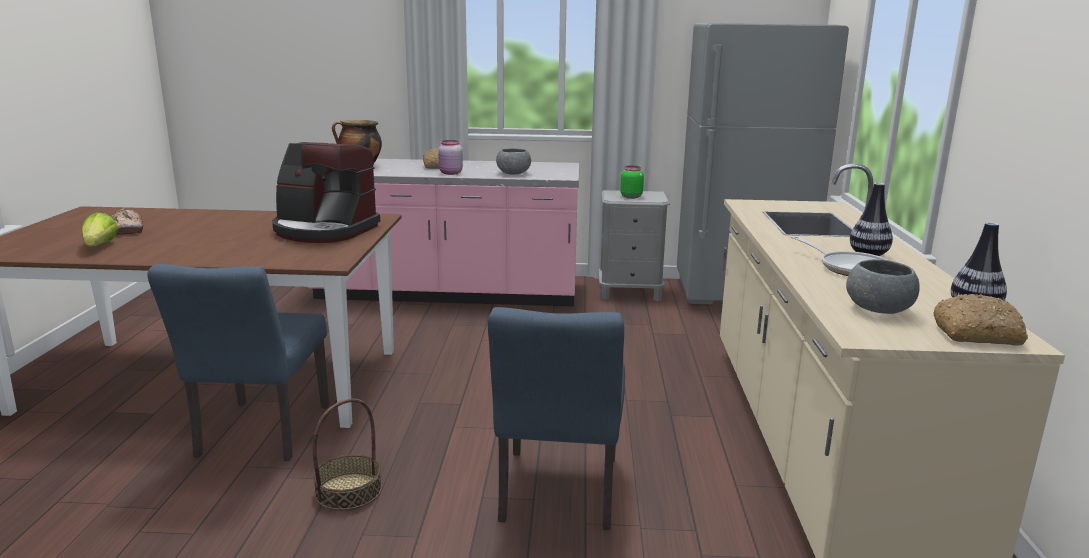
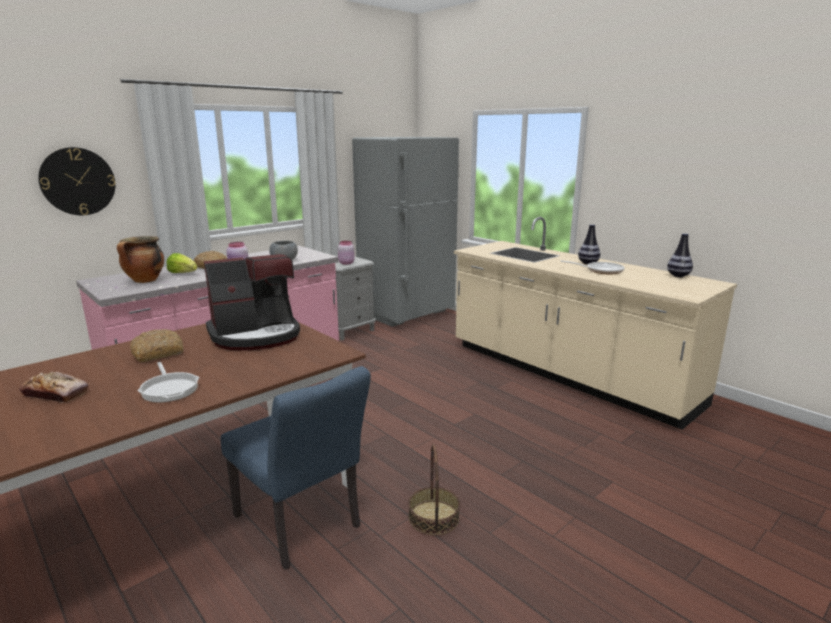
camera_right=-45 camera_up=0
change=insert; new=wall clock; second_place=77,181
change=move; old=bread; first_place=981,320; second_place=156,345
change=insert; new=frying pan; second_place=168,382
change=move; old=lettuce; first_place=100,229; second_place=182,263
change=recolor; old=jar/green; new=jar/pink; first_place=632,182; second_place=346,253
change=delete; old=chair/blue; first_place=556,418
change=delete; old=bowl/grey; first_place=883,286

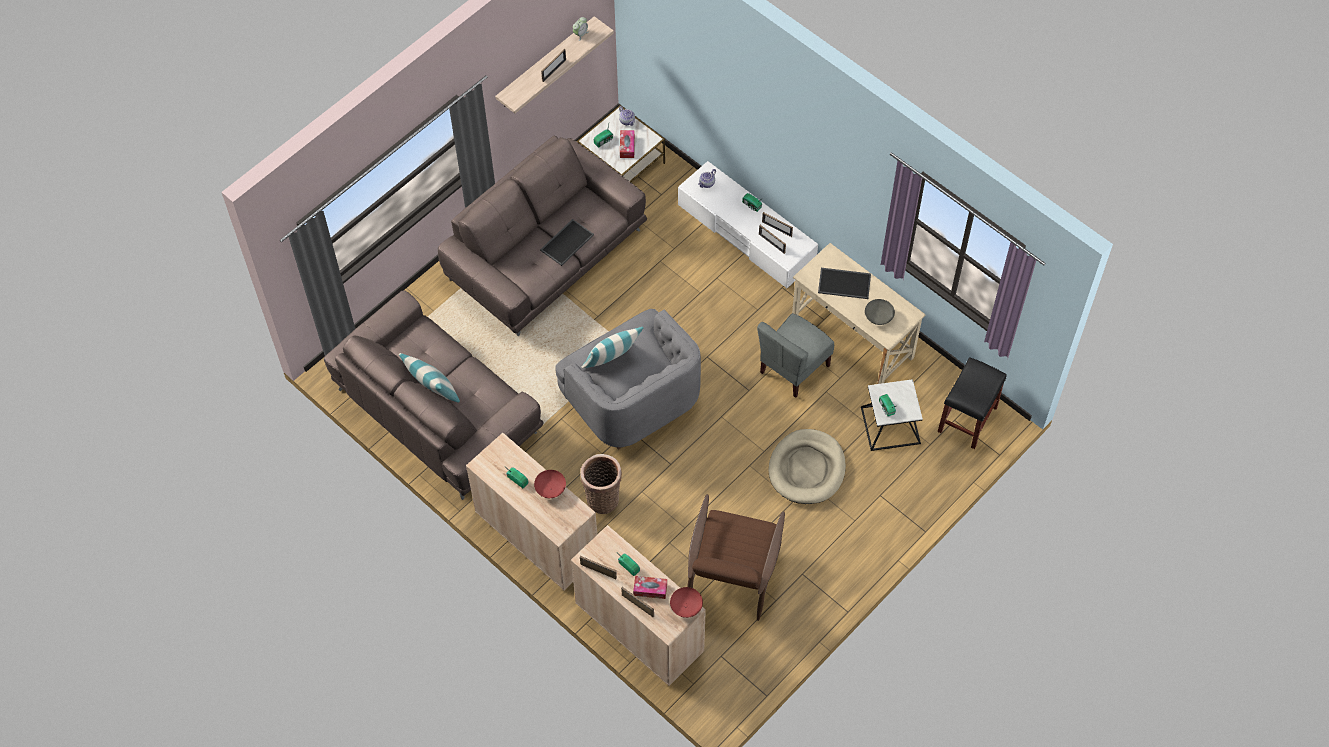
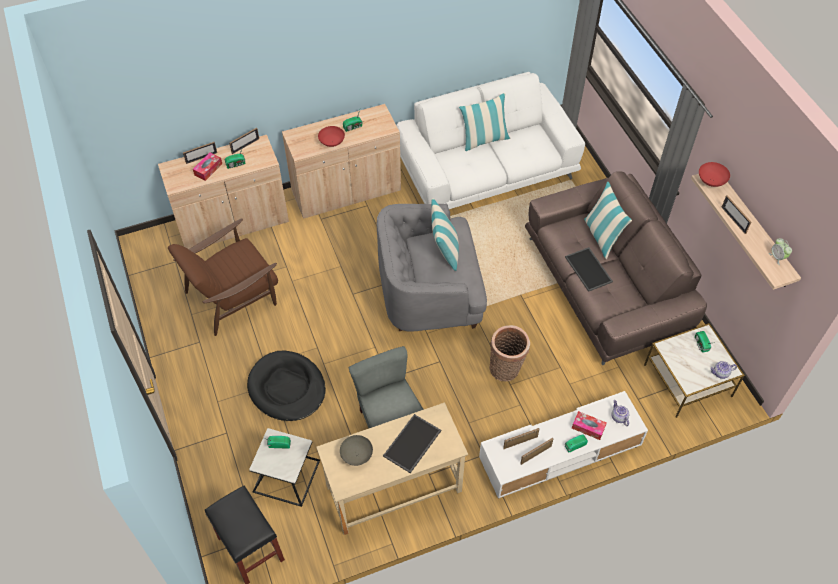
camera_right=115 camera_up=-5
change=rotate; old=armchair/brown; first_place=736,557; second_place=223,277; degrees=-75
change=recolor; old=dog bed/beige; new=dog bed/black; first_place=807,466; second_place=286,386
change=recolor; old=sofa/brown; new=sofa/white; first_place=434,395; second_place=491,140
change=move; old=basket; first_place=601,484; second_place=509,353
change=move; old=tissue box; first_place=627,144; second_place=589,425
change=insert; new=pillow; second_place=608,220
change=move; old=bowl/red; first_place=686,602; second_place=714,174

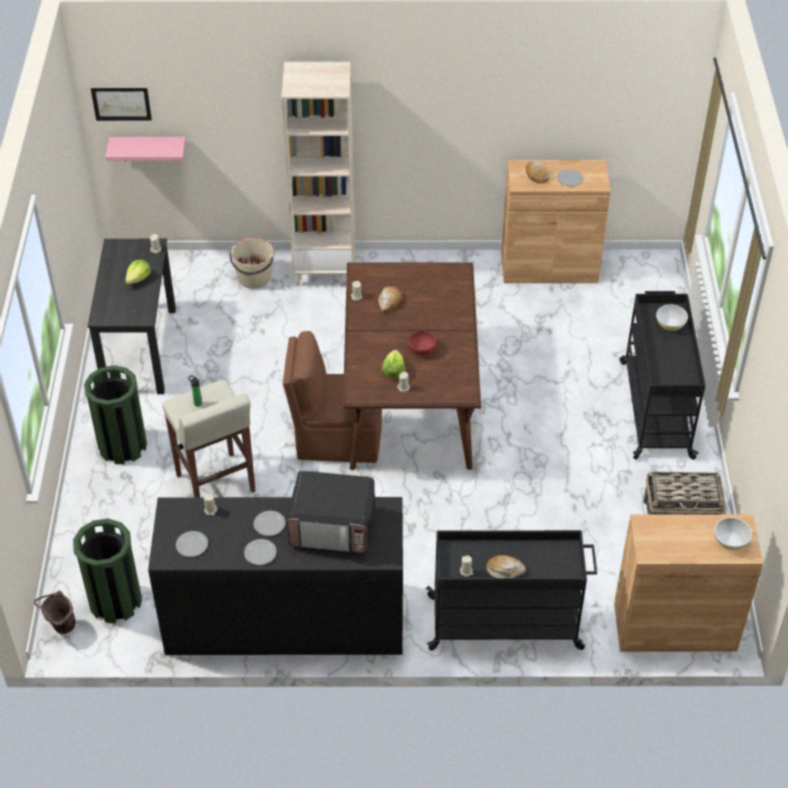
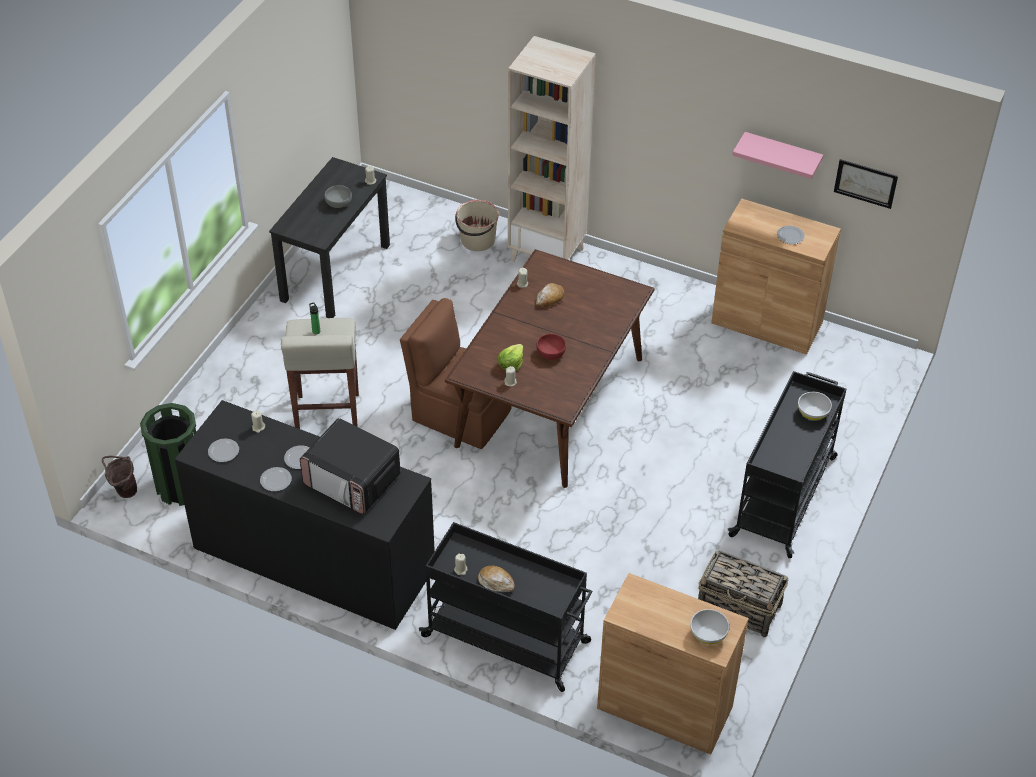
camera_right=25 camera_up=0
change=replace; old=lettuce; new=bowl/grey; first_place=138,272; second_place=338,196
change=move; old=shelf/pink; first_place=145,149; second_place=777,155
change=move; old=picture; first_place=121,104; second_place=866,184
change=delete; old=trash can/green; first_place=115,414
change=delete; old=bread; first_place=538,172

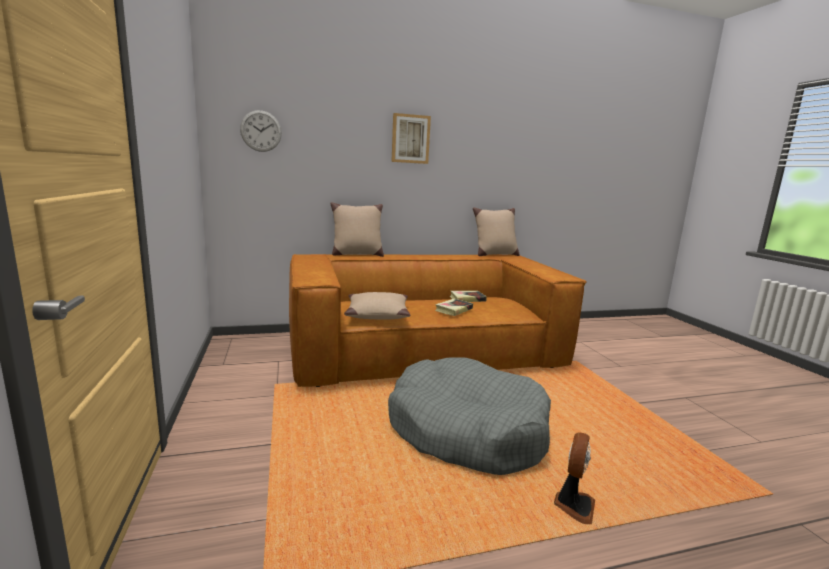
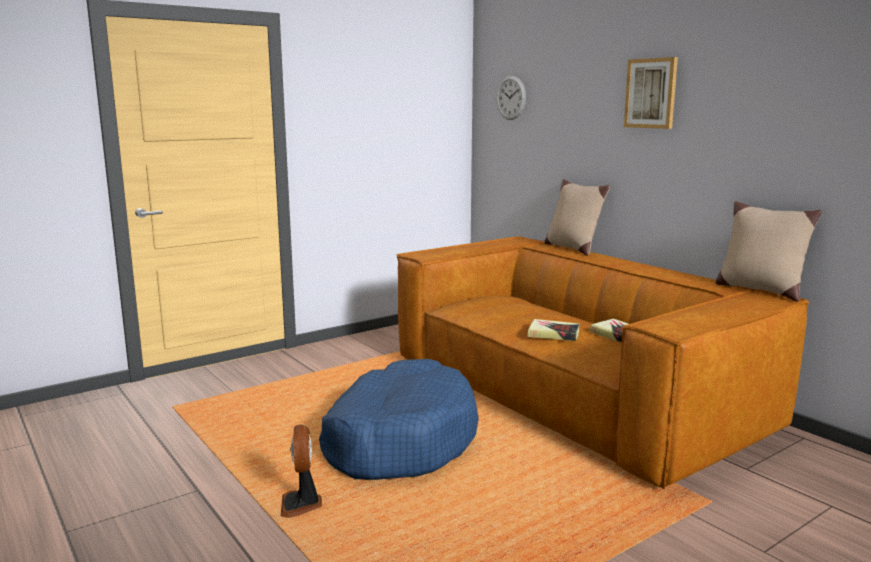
camera_right=70 camera_up=0
change=rotate; old=fan; first_place=574,478; second_place=301,471; degrees=75
change=recolor; old=dog bed/grey; new=dog bed/blue; first_place=469,416; second_place=399,419
change=delete; old=pillow/beige; first_place=377,306

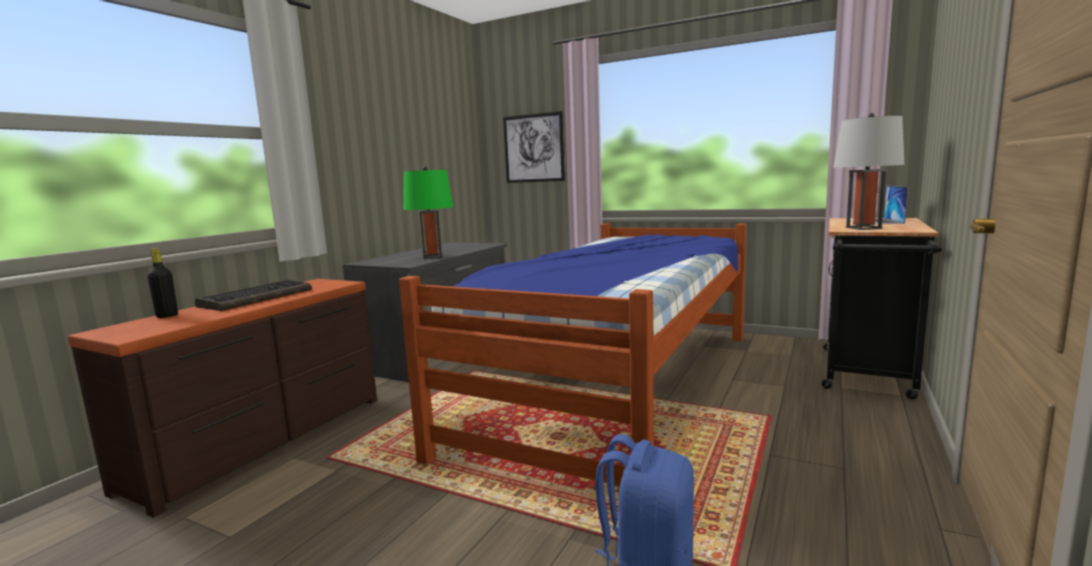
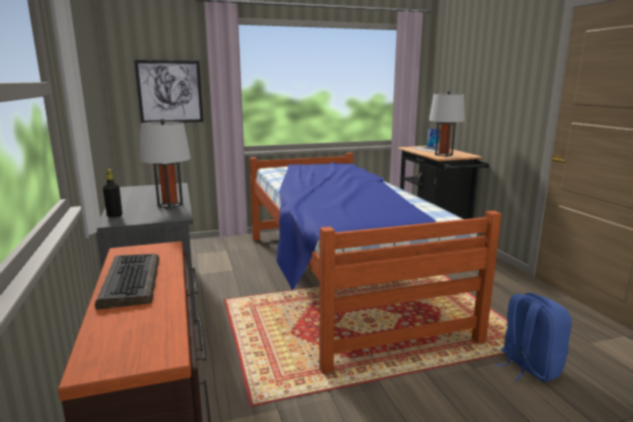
camera_right=-45 camera_up=5
change=move; old=bottle/black; first_place=162,283; second_place=112,193
change=recolor; old=table lamp/green; new=table lamp/grey; first_place=428,212; second_place=166,164

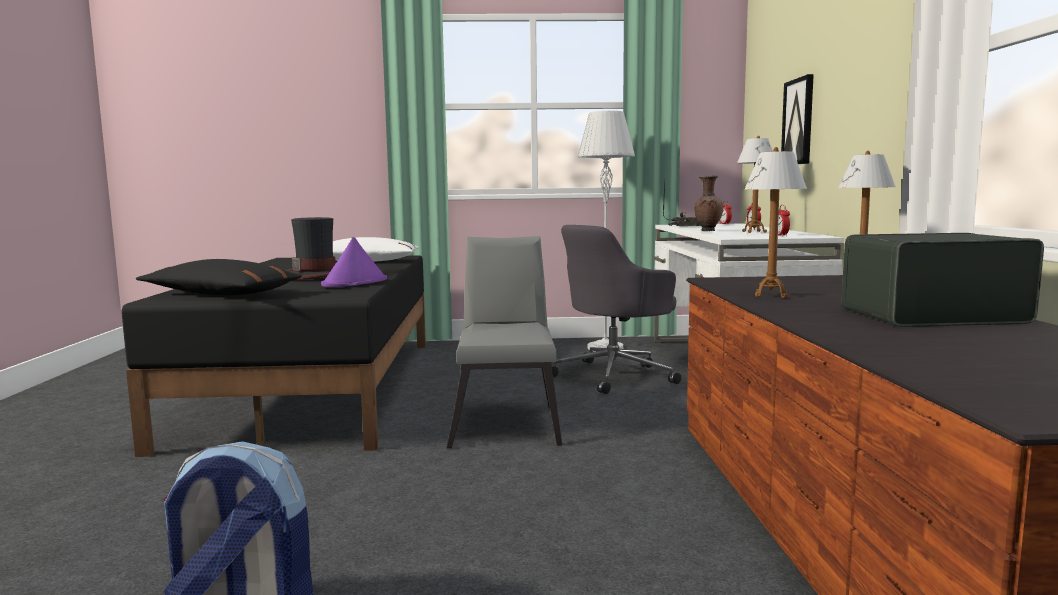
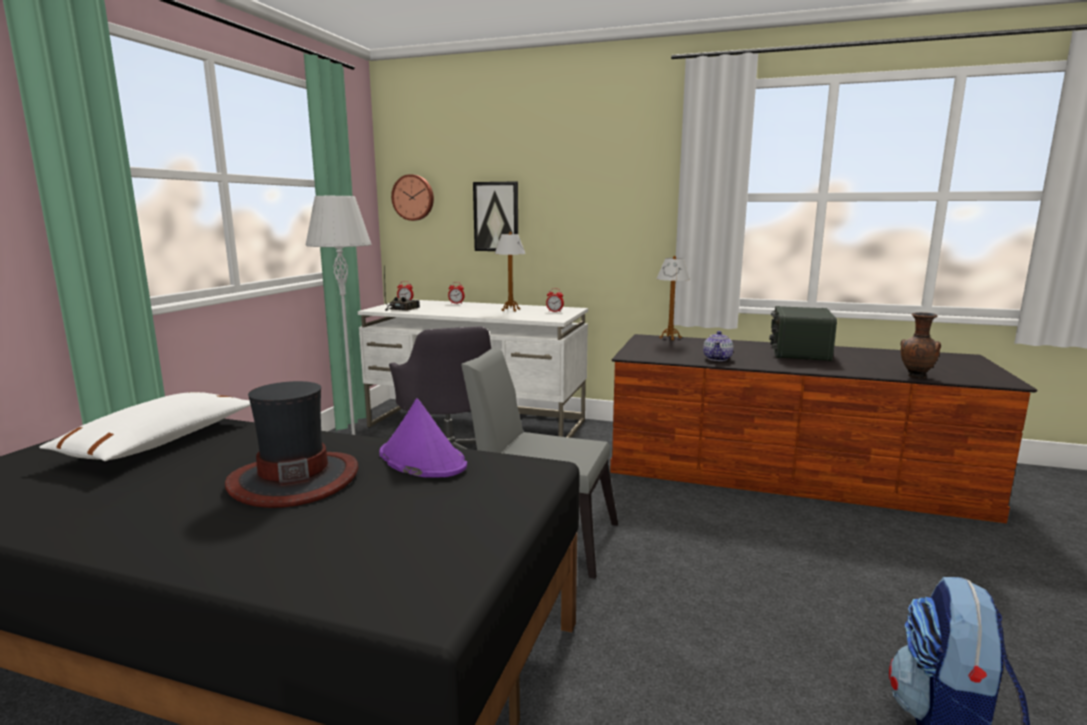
camera_right=-70 camera_up=5
change=insert; new=wall clock; second_place=412,197
change=replace; old=table lamp; new=teapot; first_place=776,222; second_place=718,346
change=move; old=vase/brown; first_place=708,203; second_place=920,345
change=delete; old=pillow/black; first_place=219,277

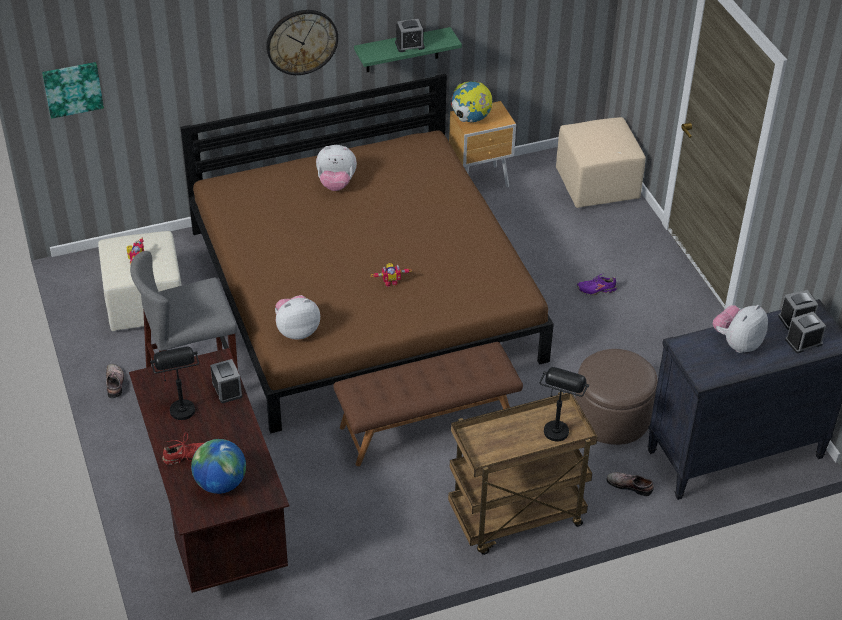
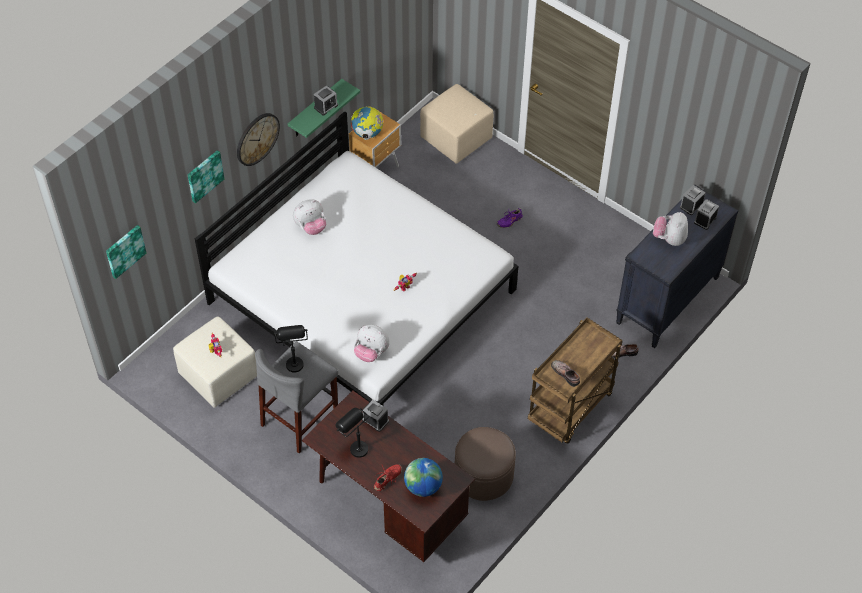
camera_right=-30 camera_up=10
change=insert; new=picture; second_place=206,177
change=recolor; old=bed/brown; new=bed/white; first_place=367,254; second_place=356,258
change=move; old=table lamp/black; first_place=564,404; second_place=291,349
change=rotate; old=plush toy; first_place=297,317; second_place=372,343; degrees=-105
change=move; old=ottoman/brown; first_place=616,397; second_place=485,464
change=move; old=shoe; first_place=115,381; second_place=565,373
change=delete; old=bench/brown; first_place=428,404

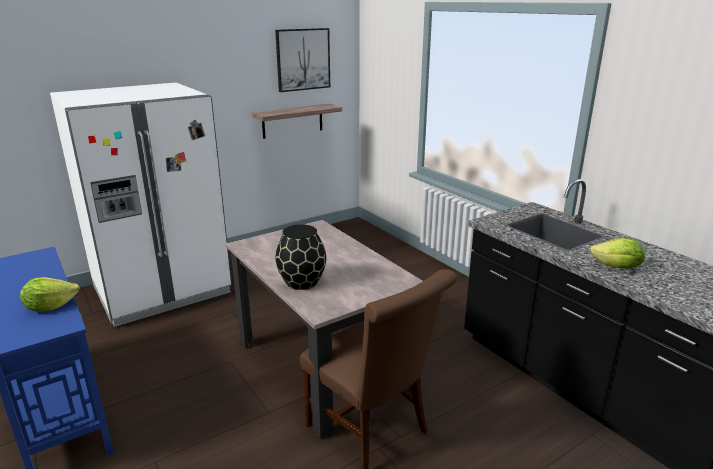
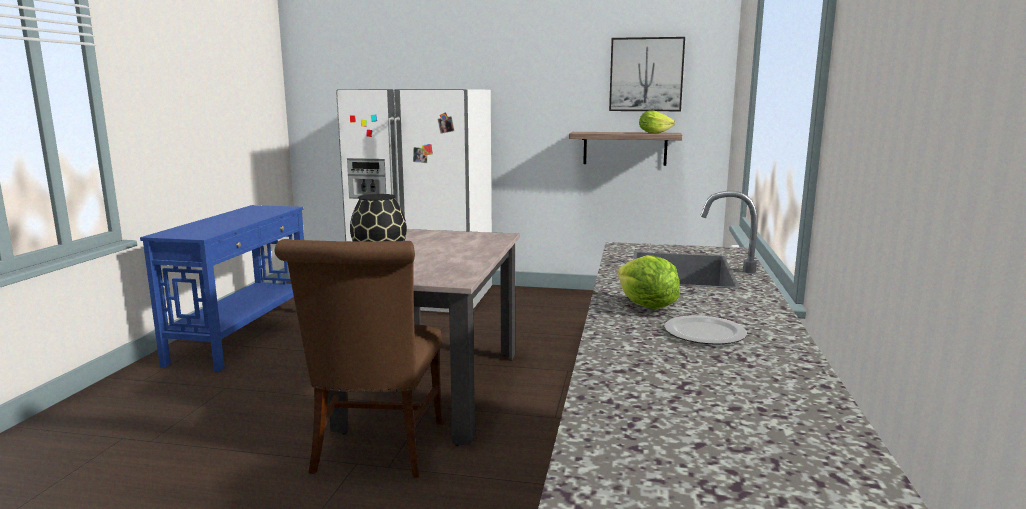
camera_right=45 camera_up=-10
change=move; old=lettuce; first_place=50,294; second_place=657,122
change=insert; new=plate; second_place=705,329

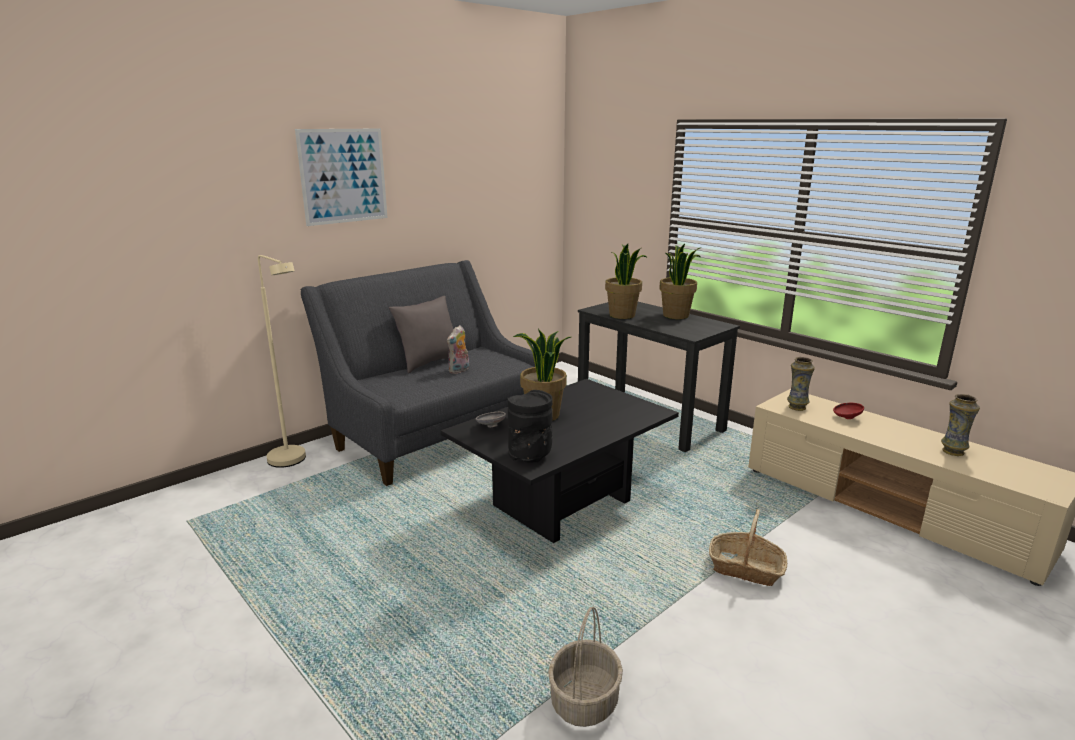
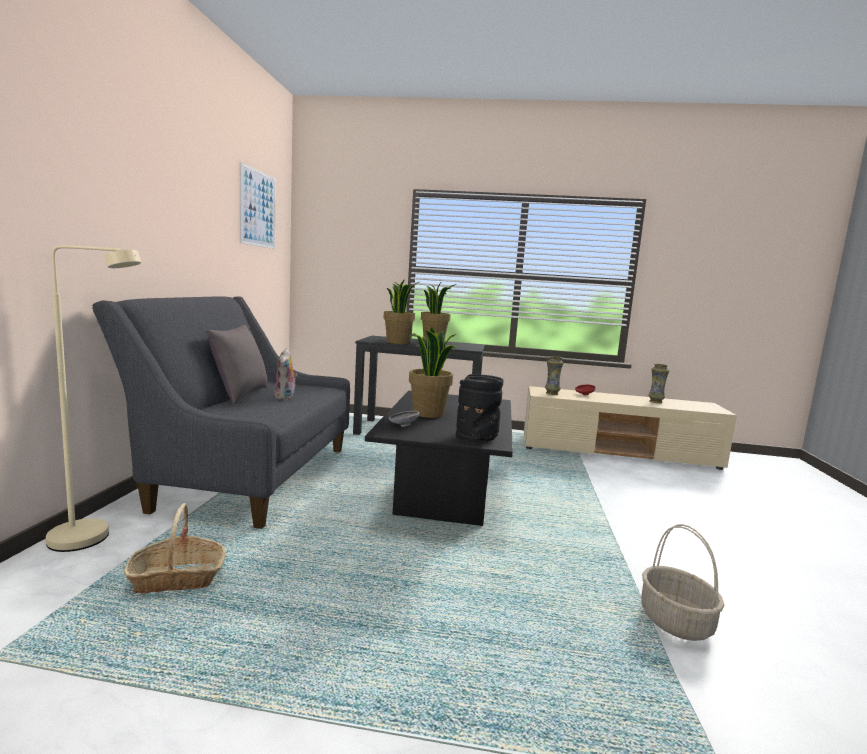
camera_right=-40 camera_up=-10
change=move; old=basket; first_place=748,547; second_place=174,548
change=move; old=picture; first_place=341,177; second_place=258,205

